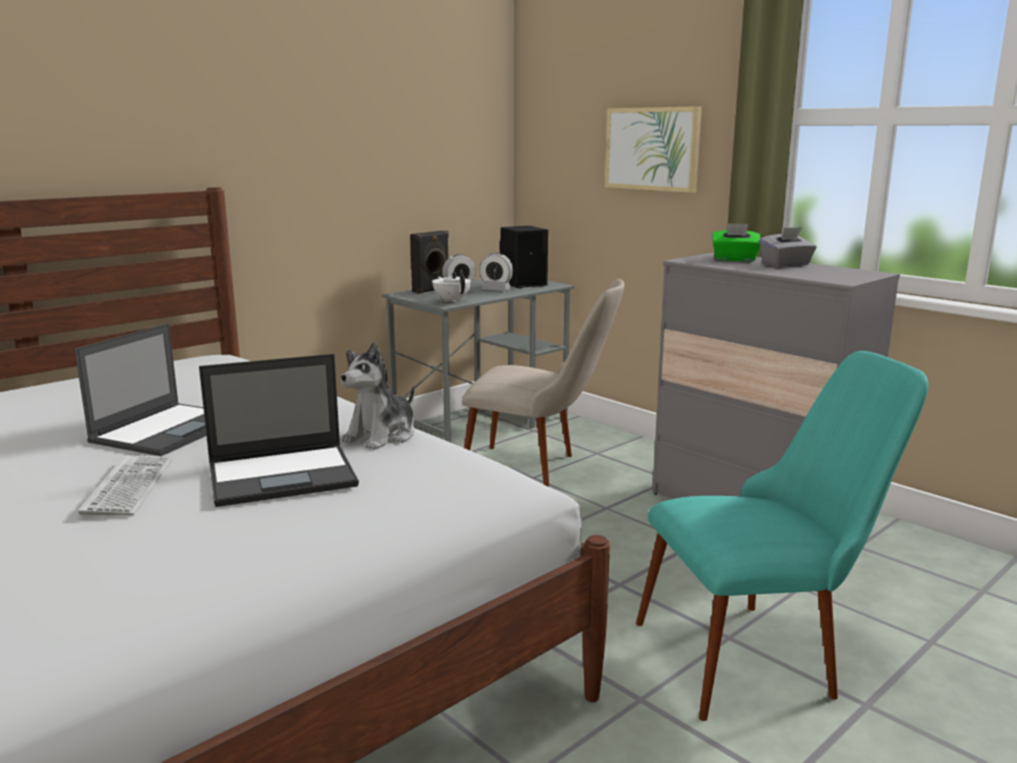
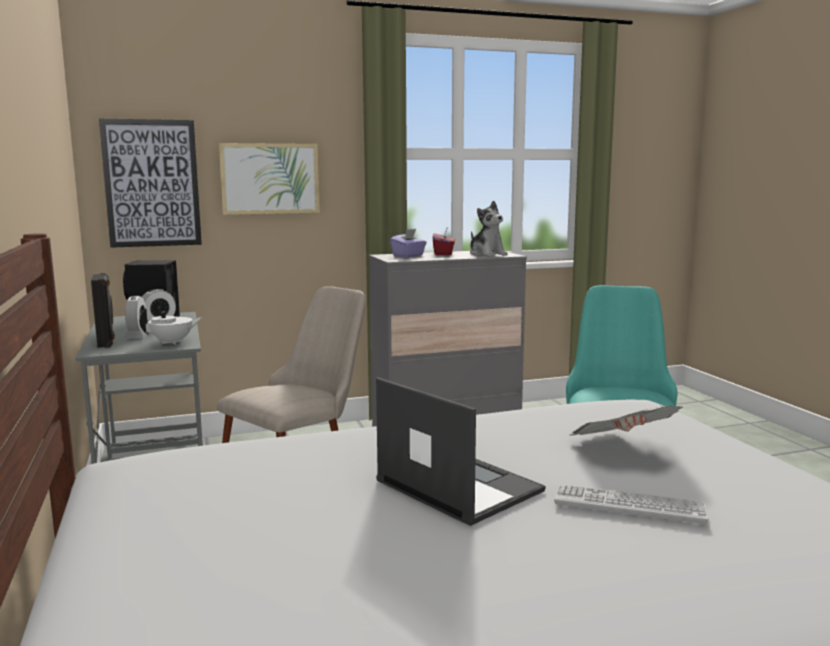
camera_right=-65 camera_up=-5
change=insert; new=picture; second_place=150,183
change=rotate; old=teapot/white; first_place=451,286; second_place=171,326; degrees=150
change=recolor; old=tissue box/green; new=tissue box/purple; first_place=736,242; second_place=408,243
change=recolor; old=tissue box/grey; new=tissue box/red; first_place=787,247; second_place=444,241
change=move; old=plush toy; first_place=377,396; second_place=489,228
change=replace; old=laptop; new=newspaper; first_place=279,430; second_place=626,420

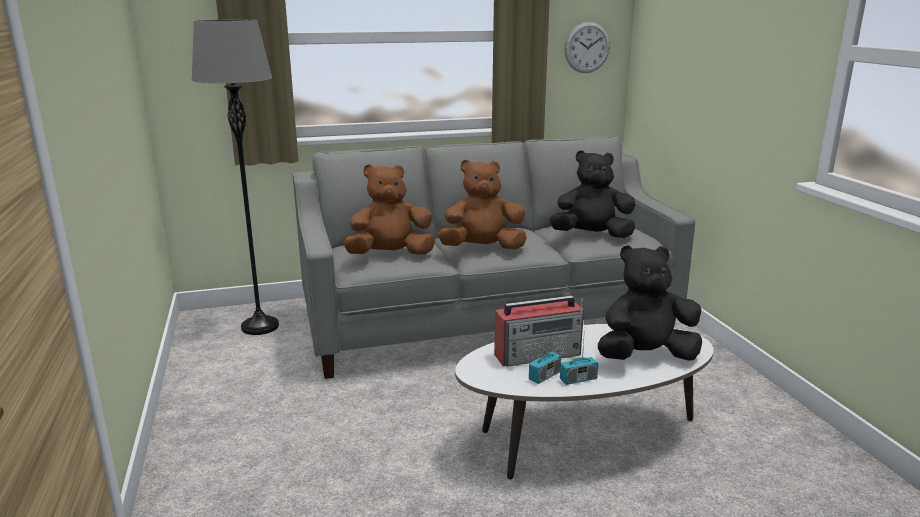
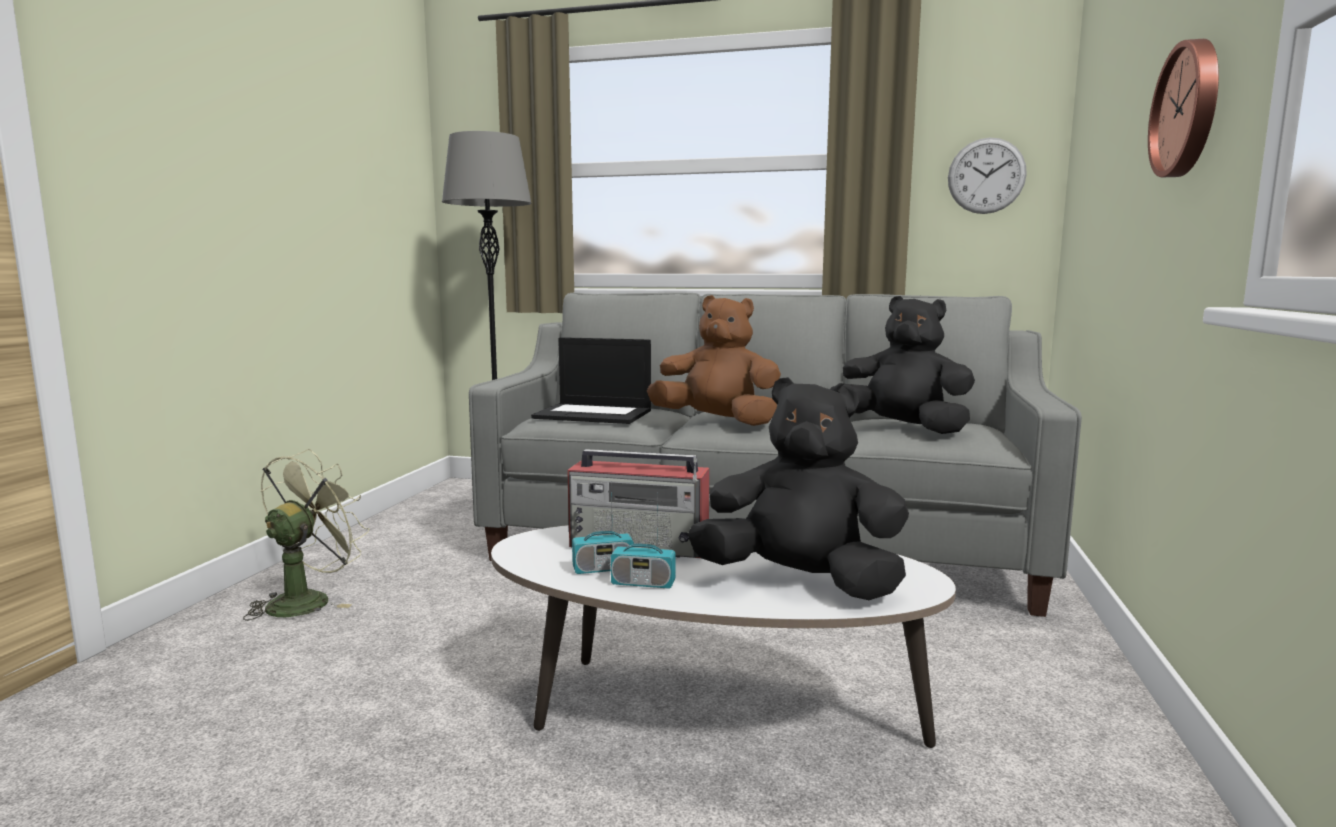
camera_right=30 camera_up=-10
change=insert; new=fan/green; second_place=306,535
change=replace; old=plush toy/brown; new=laptop; first_place=389,209; second_place=591,380
change=insert; new=wall clock; second_place=1183,108

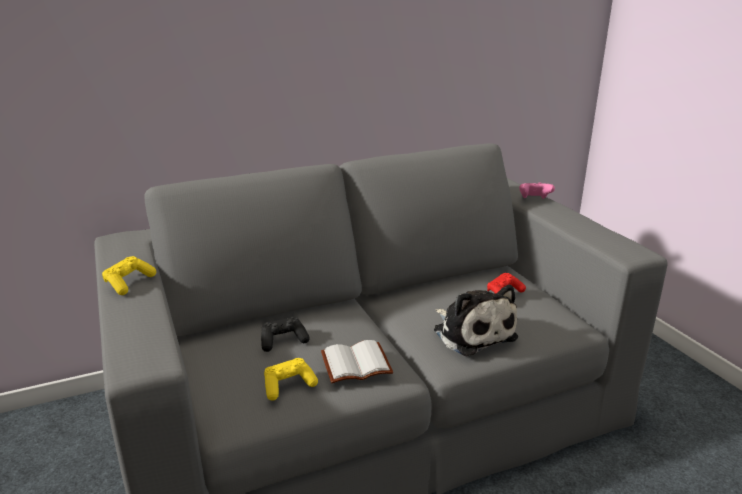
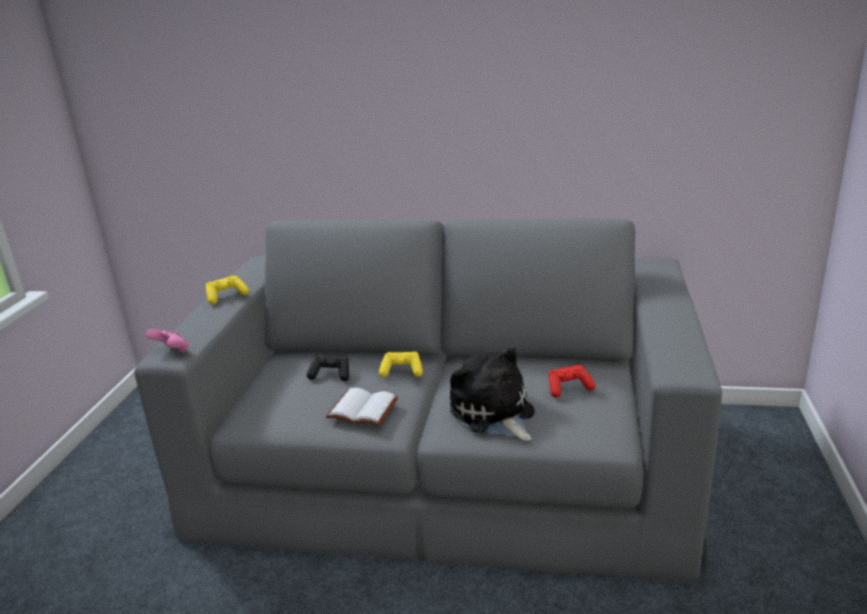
camera_right=35 camera_up=0
change=move; old=game controller/pink; first_place=537,190; second_place=167,341
change=move; old=game controller/yellow; first_place=291,379; second_place=401,364
change=rotate; old=plush toy; first_place=476,320; second_place=492,393; degrees=150

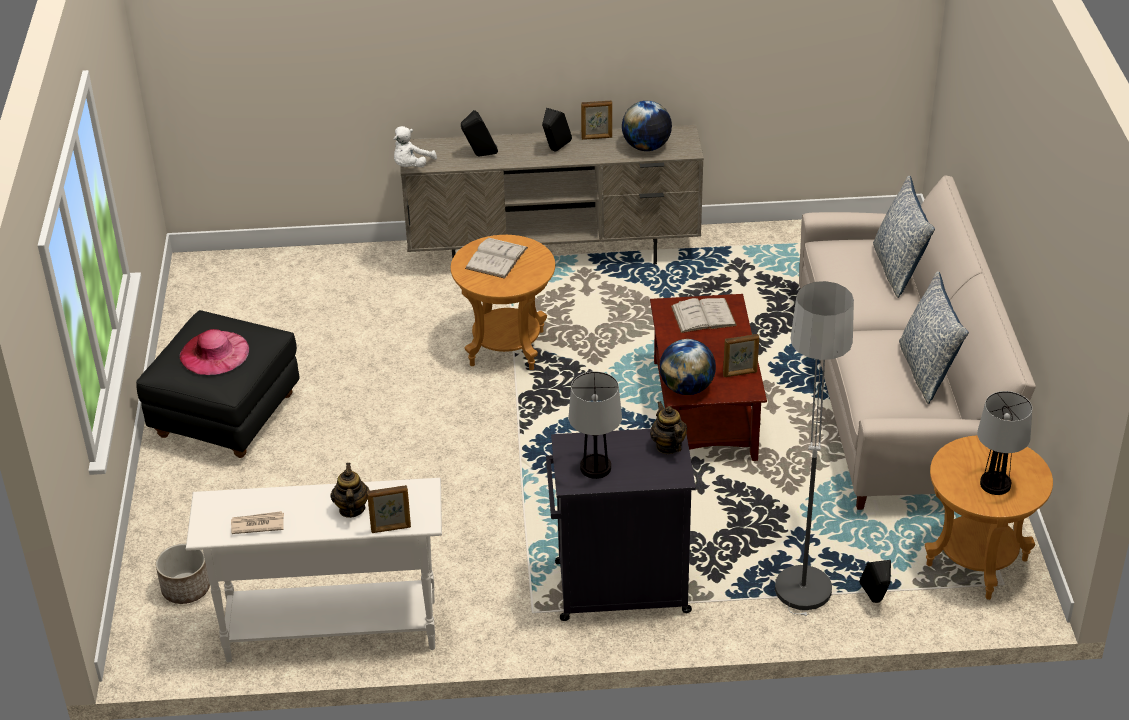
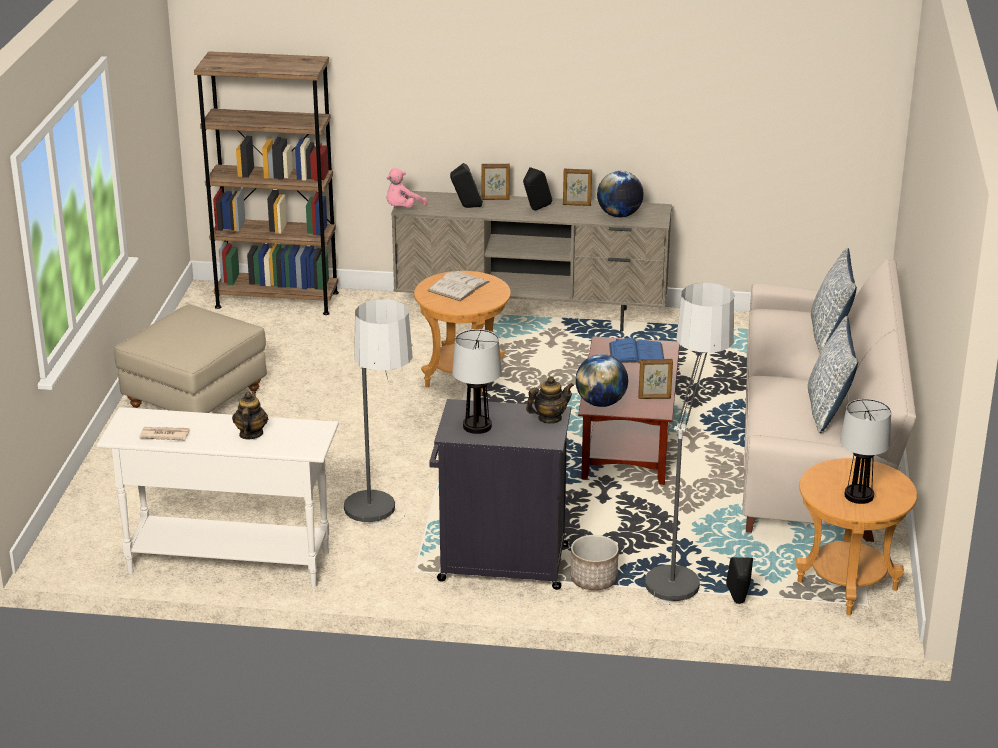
camera_right=10 camera_up=-10
change=recolor; old=ottoman/black; new=ottoman/beige; first_place=218,384; second_place=190,358
change=insert; new=bookcase/brown; second_place=266,183
change=insert; new=floor lamp; second_place=378,412
change=recolor; old=plush toy/white; new=plush toy/pink; first_place=415,146; second_place=407,188
change=move; old=picture frame; first_place=389,509; second_place=495,182
change=rotate; old=teapot; first_place=668,427; second_place=550,400; degrees=75
change=move; old=planter; first_place=183,574; second_place=594,562
change=recolor; old=book/white; new=book/blue; first_place=704,315; second_place=636,350
change=delete; old=hat/pink; first_place=214,352

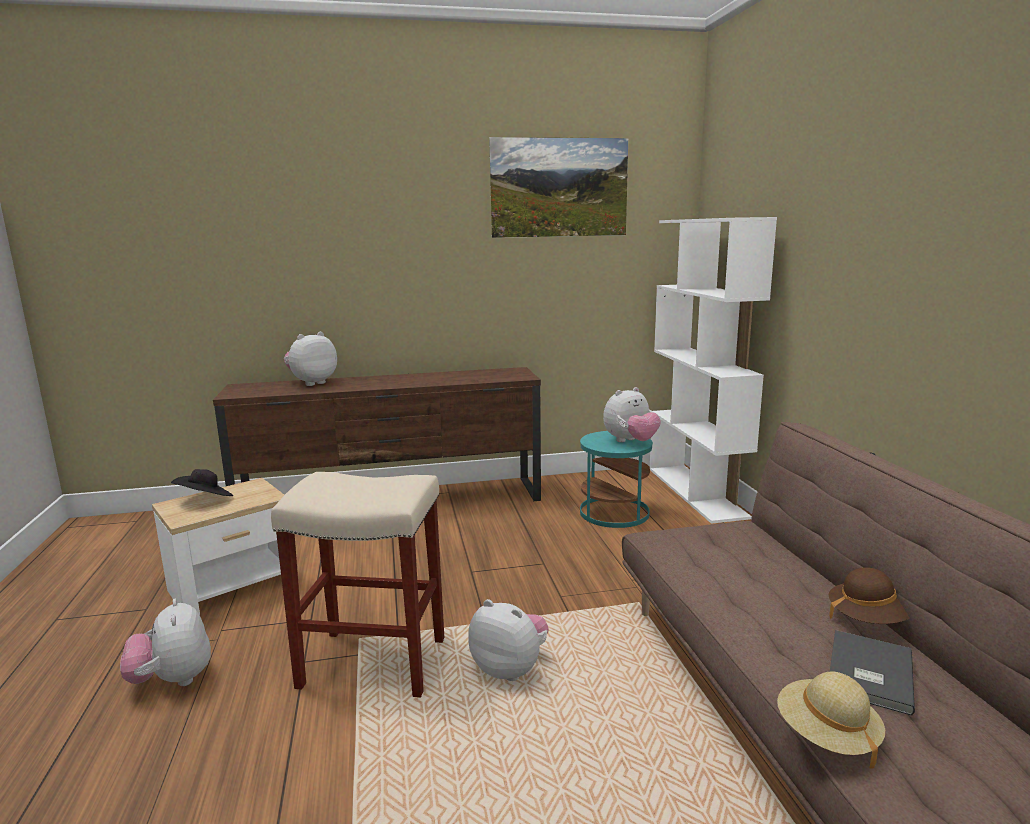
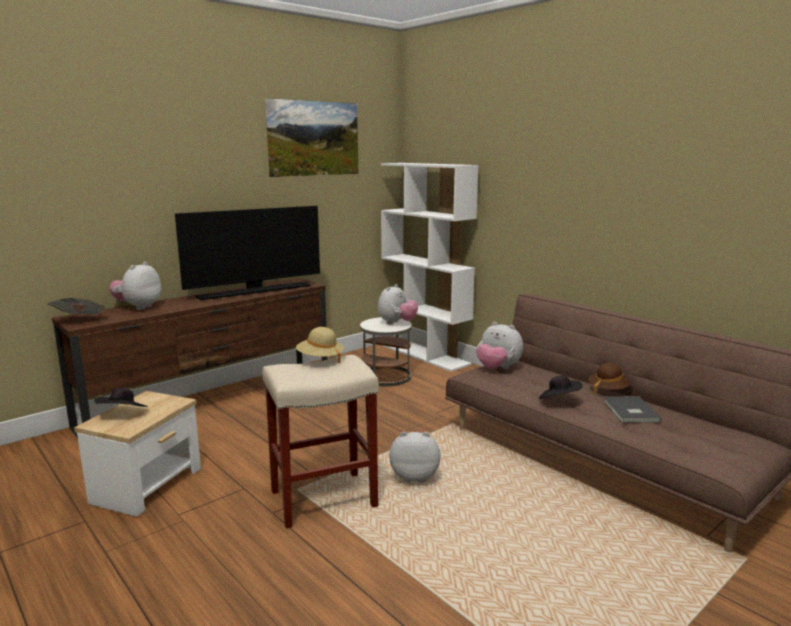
camera_right=-30 camera_up=0
change=insert; new=newspaper; second_place=76,306
change=insert; new=television; second_place=247,253
change=move; old=hat/beige; first_place=831,720; second_place=320,345
change=recolor; old=side table/turquoise; new=side table/white; first_place=616,479; second_place=386,351
change=move; old=plush toy; first_place=165,642; second_place=499,345
change=insert; new=hat/black; second_place=561,387

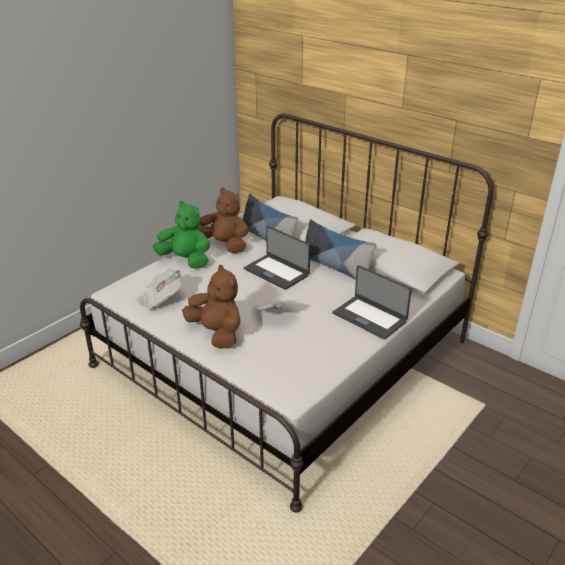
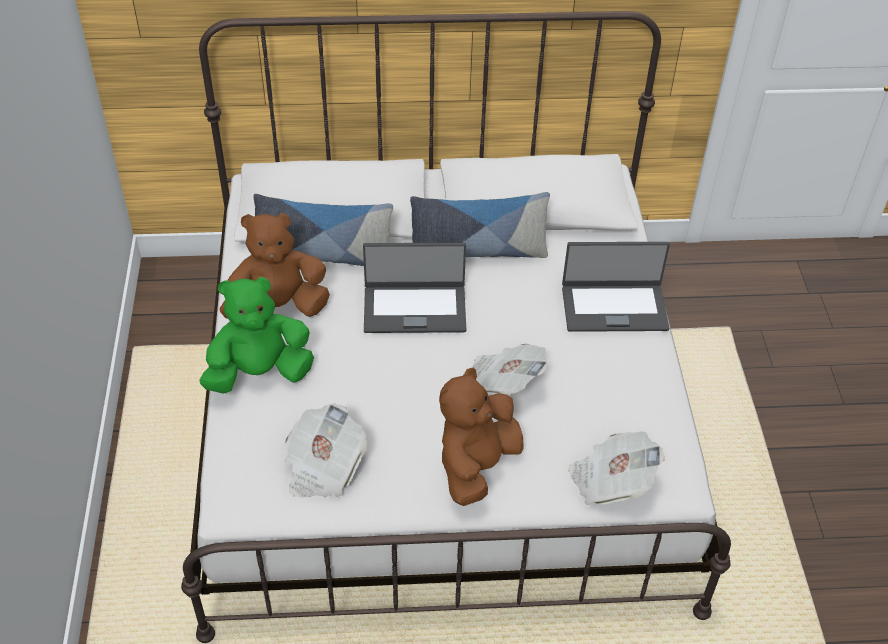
camera_right=-45 camera_up=15
change=rotate; old=plush toy/brown; first_place=211,306; second_place=481,437; degrees=-60
change=insert; new=newspaper; second_place=616,468

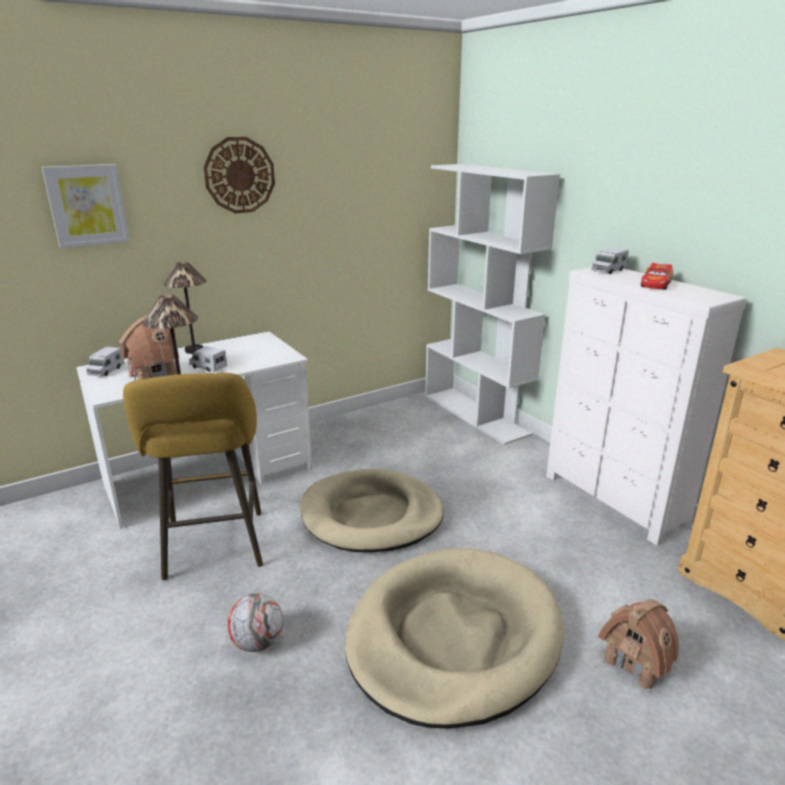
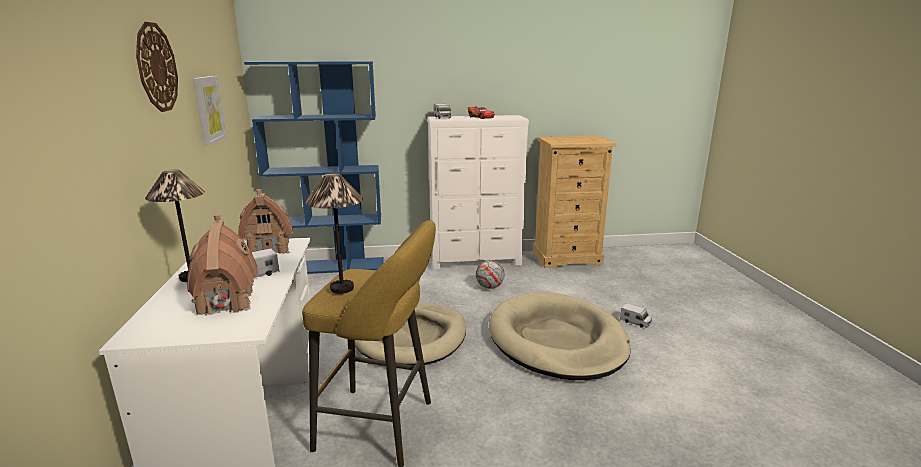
camera_right=-65 camera_up=-5
change=move; old=picture; first_place=86,206; second_place=209,111
change=move; old=toy house; first_place=638,646; second_place=265,221
change=recolor; old=bookcase/white; new=bookcase/blue; first_place=492,304; second_place=314,167
change=move; old=football; first_place=255,622; second_place=490,274
change=move; old=toy truck; first_place=105,362; second_place=636,315

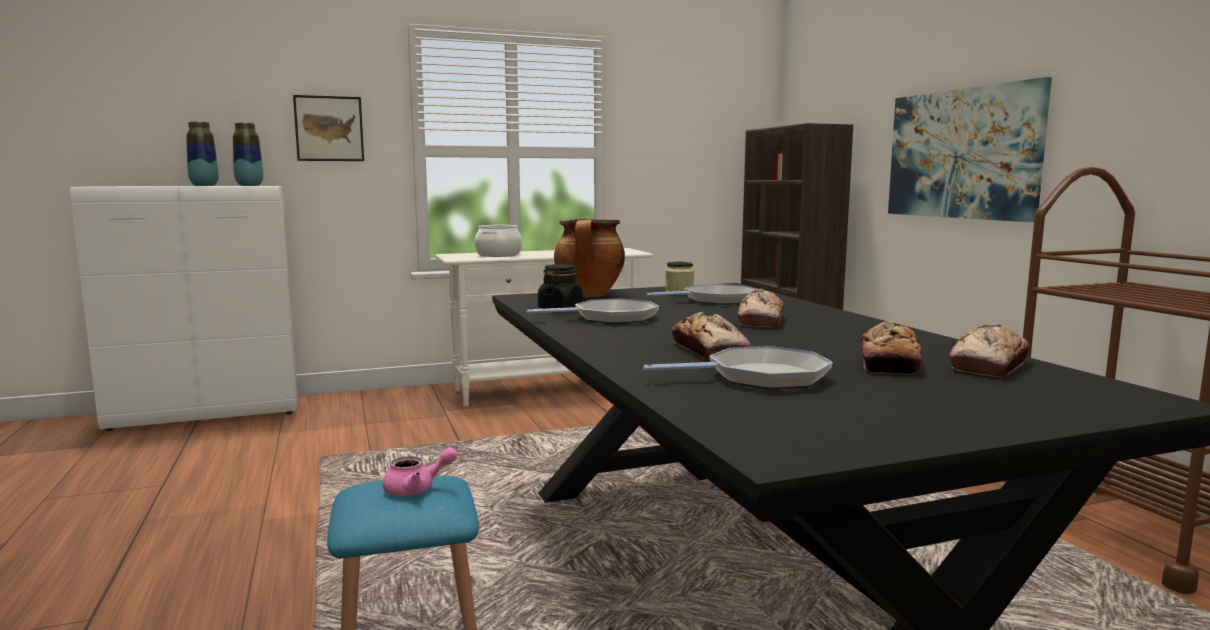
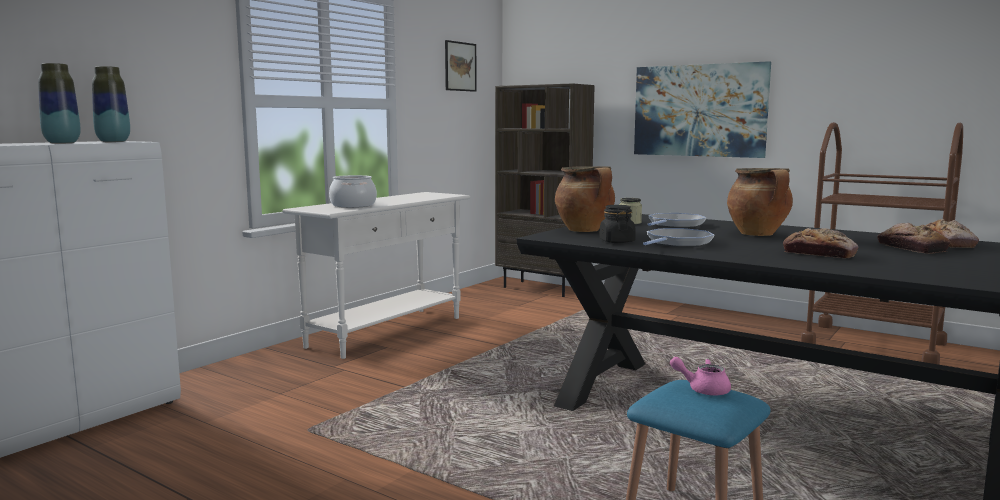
camera_right=-35 camera_up=0
change=move; old=picture; first_place=328,128; second_place=461,66
change=rotate; old=teapot/pink; first_place=420,471; second_place=700,376; degrees=-105
change=replace; old=bread; new=cooking pot; first_place=761,308; second_place=760,202
change=delete; old=frying pan; first_place=738,368

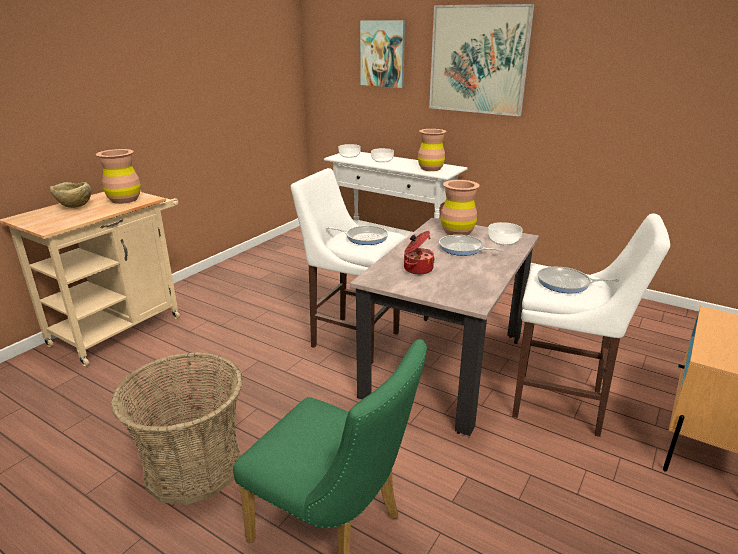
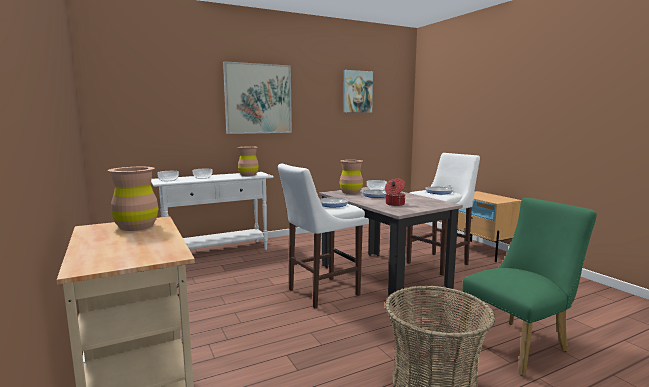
camera_right=-60 camera_up=-15
change=move; old=picture; first_place=382,54; second_place=358,91
change=delete; old=bowl/beige; first_place=70,195

